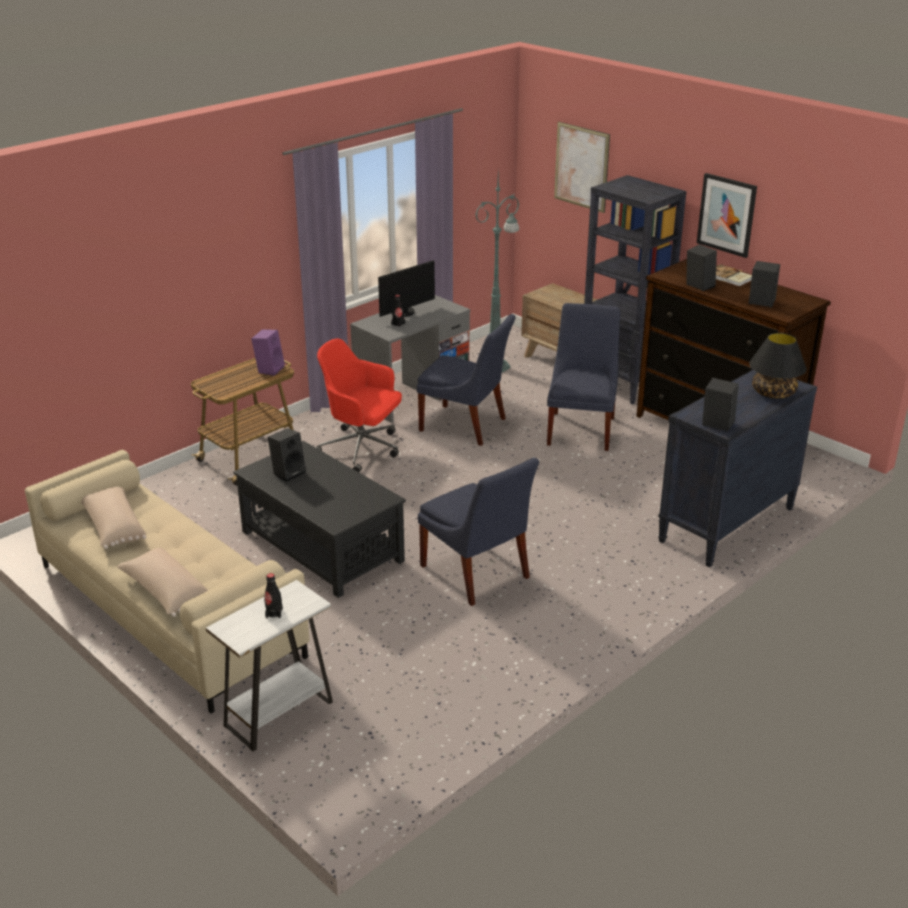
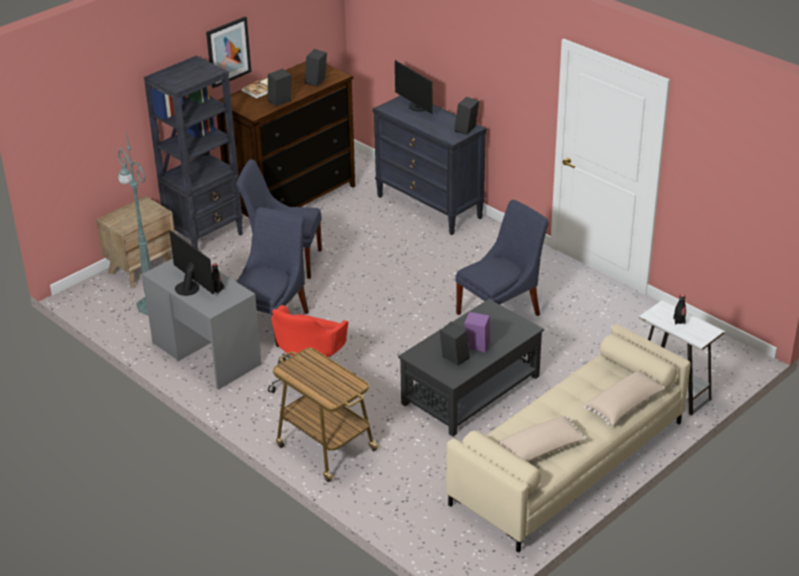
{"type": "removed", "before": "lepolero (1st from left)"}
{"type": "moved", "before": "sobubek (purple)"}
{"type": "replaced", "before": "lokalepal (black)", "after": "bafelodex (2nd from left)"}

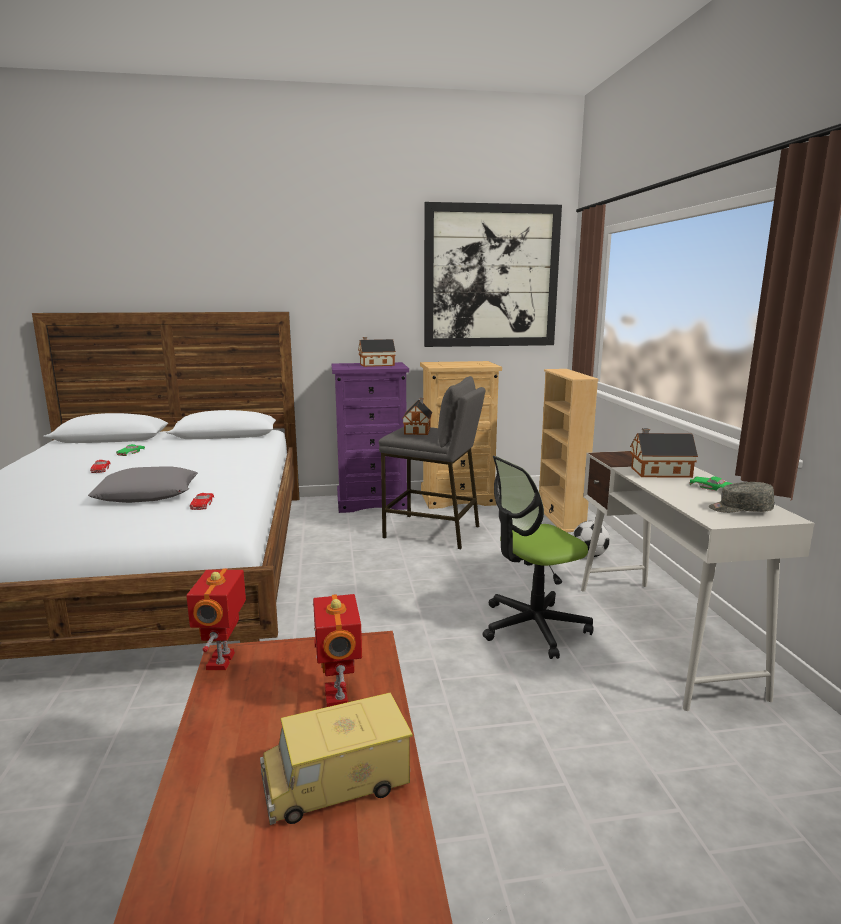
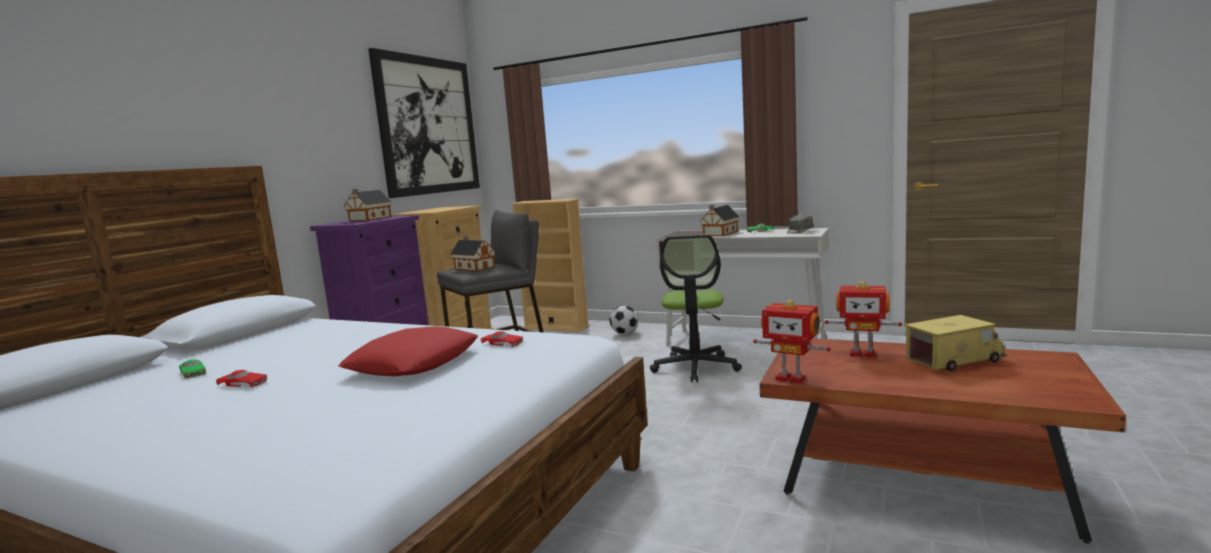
{"type": "recoloured", "before": "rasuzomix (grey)", "after": "rasuzomix (red)"}
{"type": "turned", "before": "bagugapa", "turn": -120}

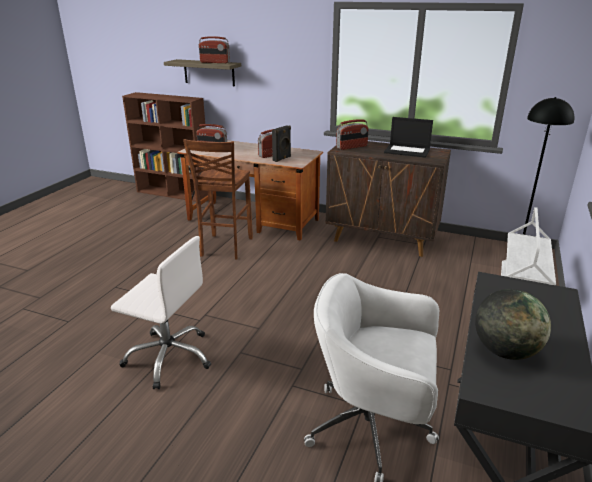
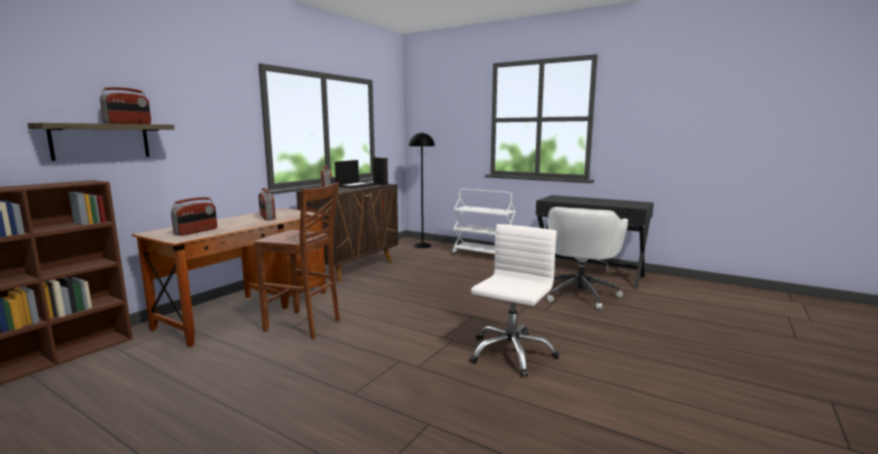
{"type": "removed", "before": "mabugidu"}
{"type": "moved", "before": "sobubek (black)"}

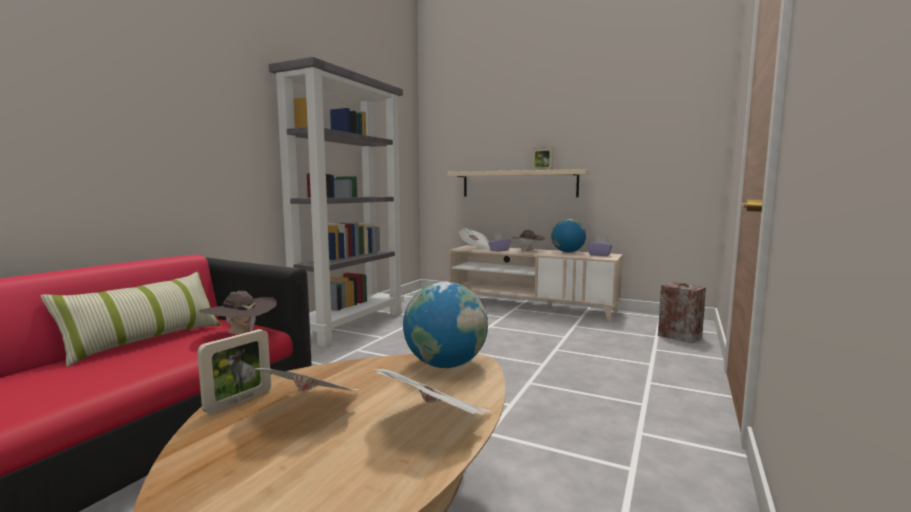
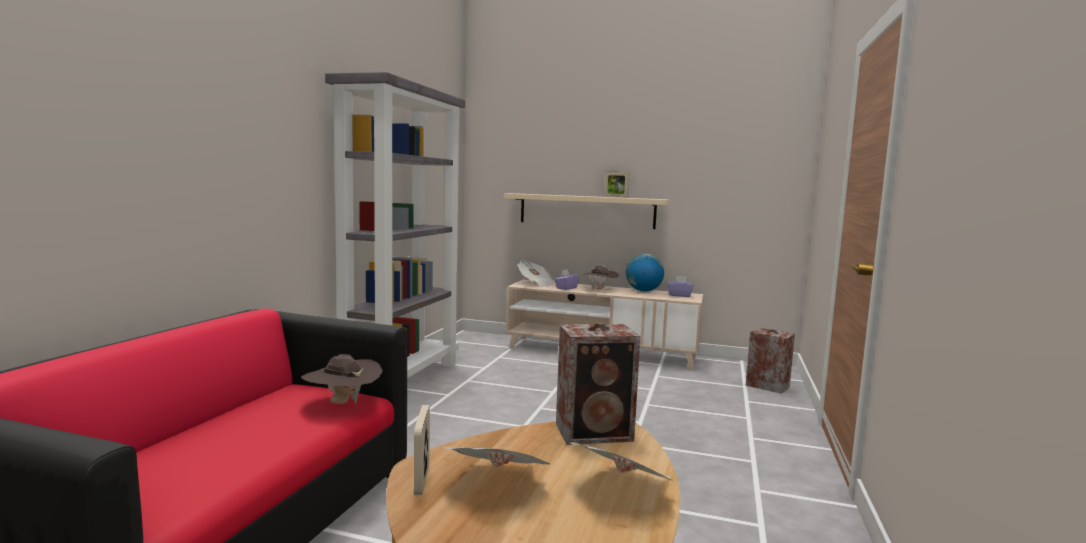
{"type": "removed", "before": "rasuzomix"}
{"type": "replaced", "before": "mabugidu (1st from left)", "after": "sobubek (1st from left)"}
{"type": "turned", "before": "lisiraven (1st from left)", "turn": 150}

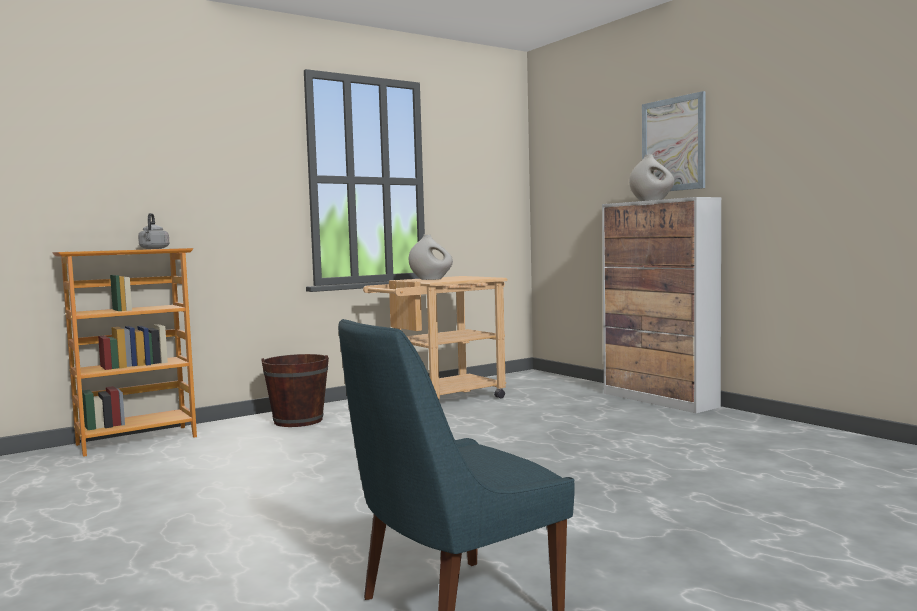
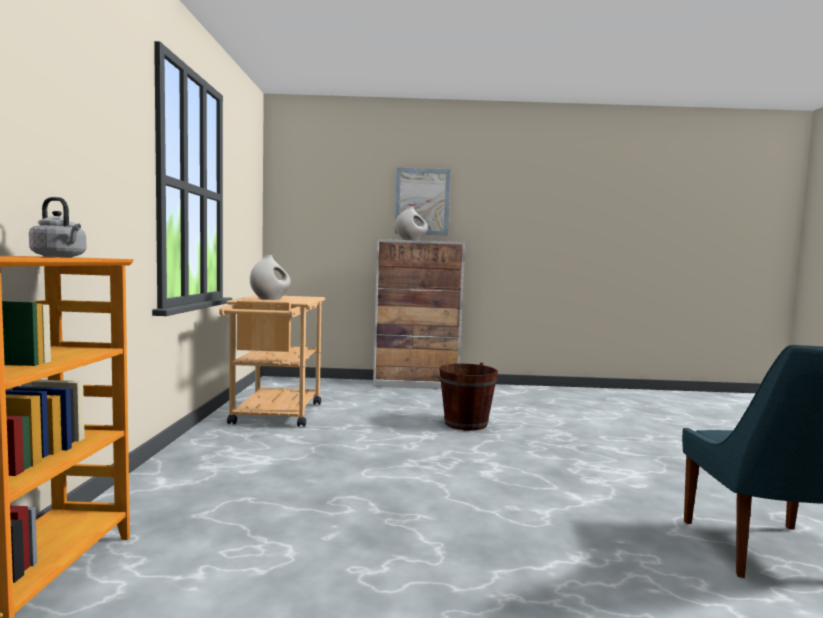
{"type": "moved", "before": "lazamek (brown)"}

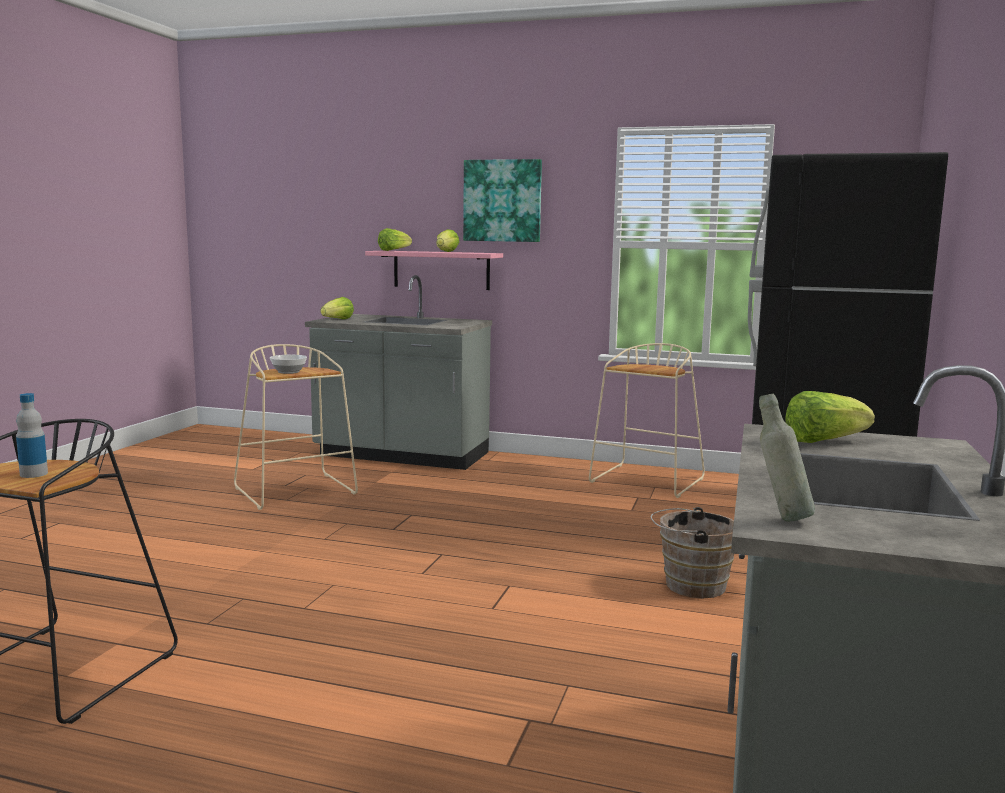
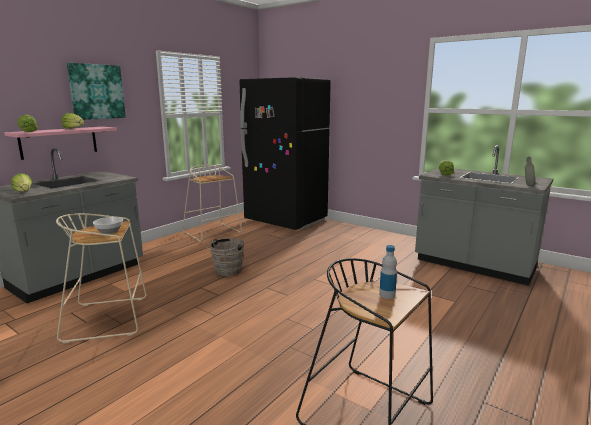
{"type": "moved", "before": "lazamek (brown)"}

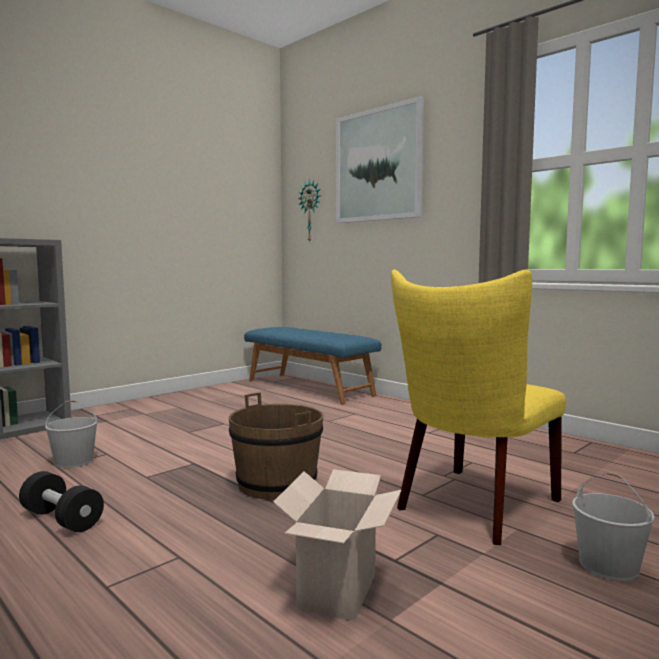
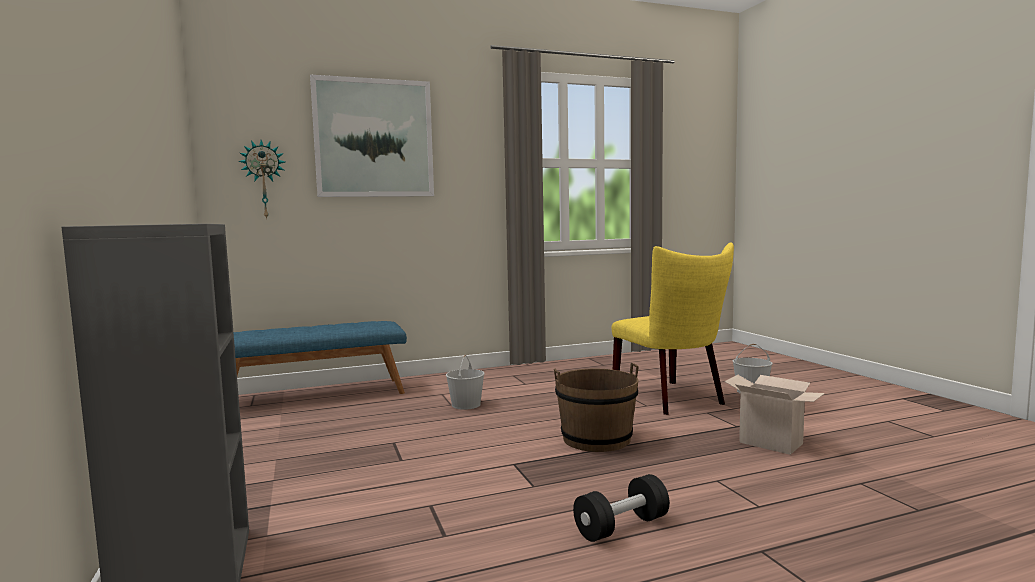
{"type": "moved", "before": "lazamek (white) (1st from left)"}

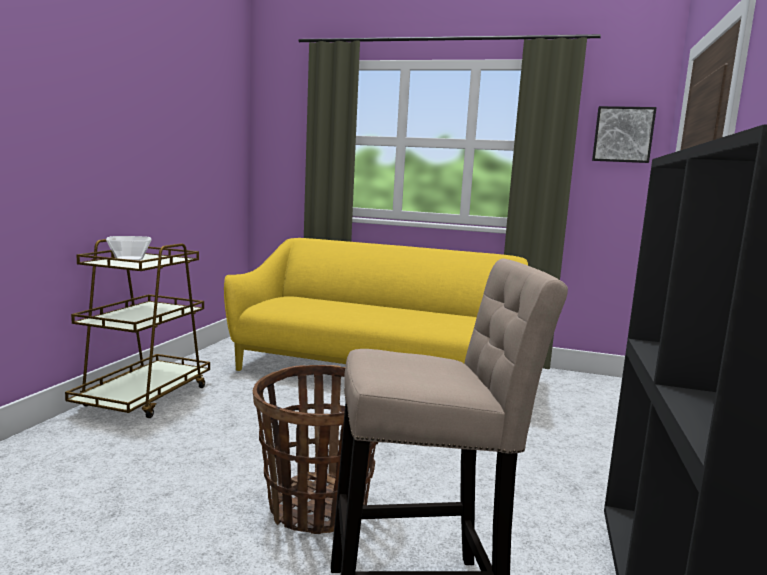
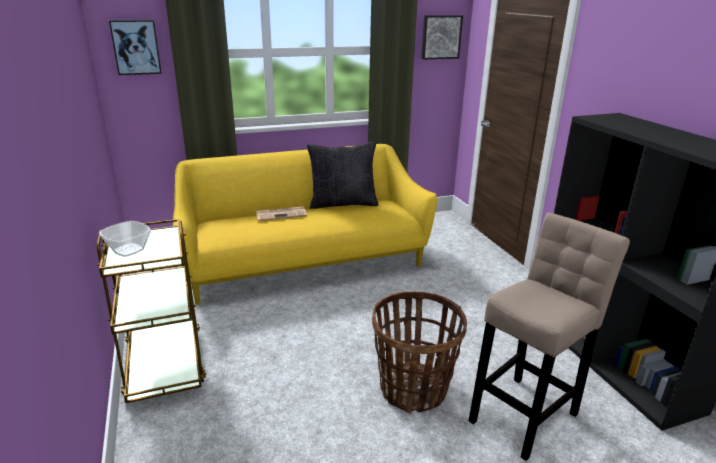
{"type": "added", "after": "lepolero (1st from left)"}
{"type": "added", "after": "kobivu"}
{"type": "added", "after": "rasuzomix (black)"}

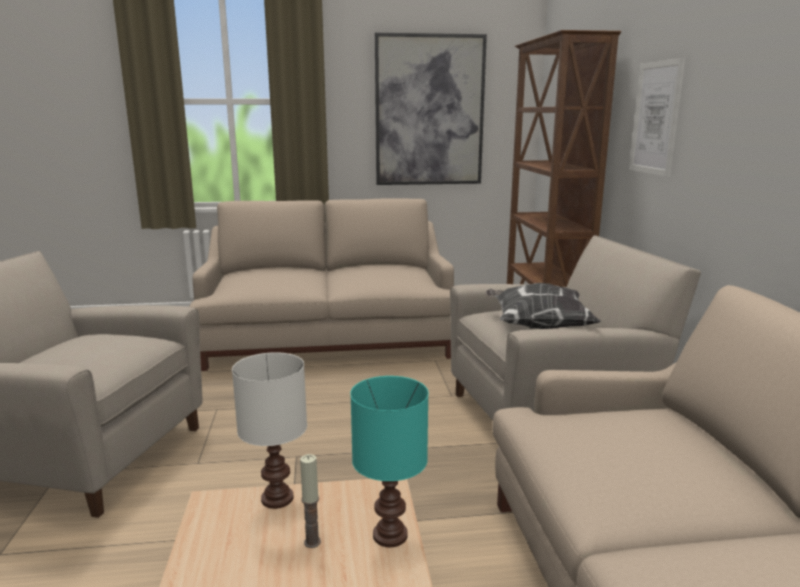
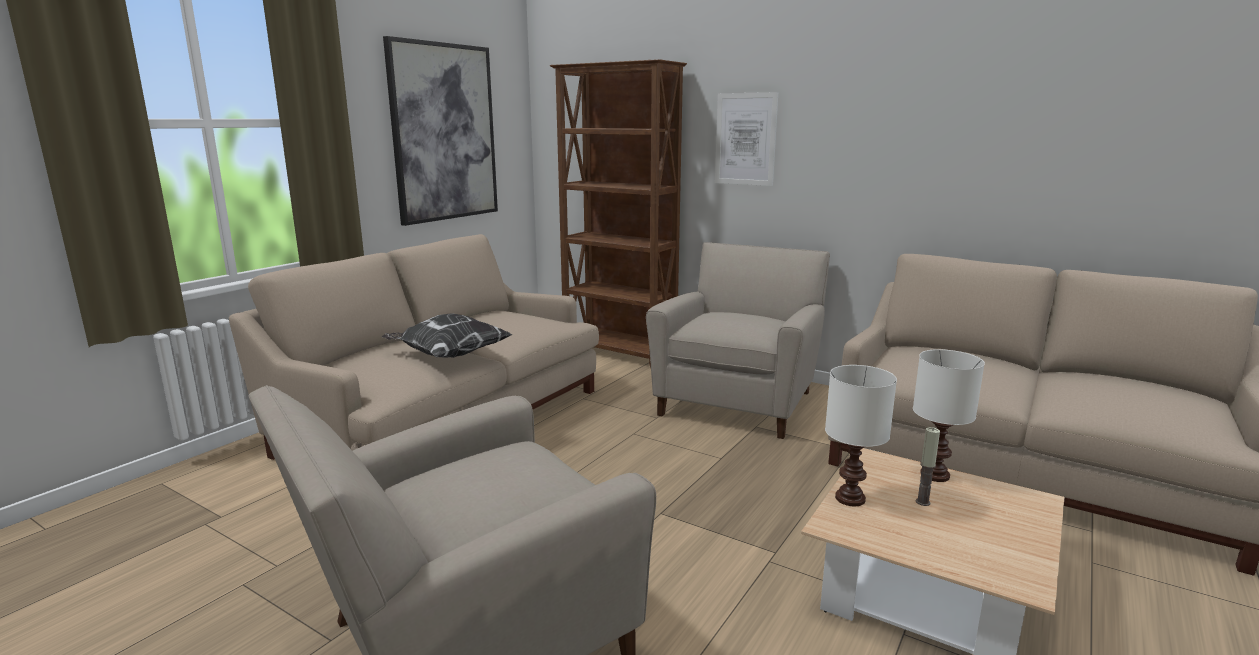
{"type": "moved", "before": "rasuzomix"}
{"type": "recoloured", "before": "lokalepal (turquoise)", "after": "lokalepal (white) (2nd from left)"}

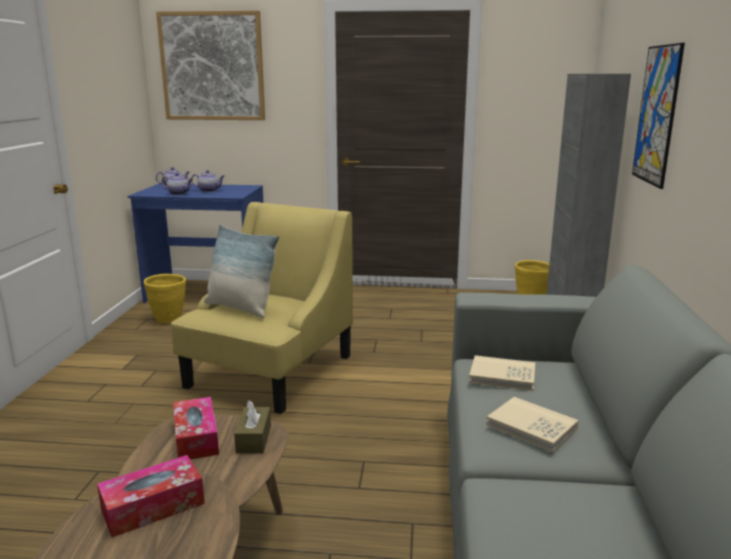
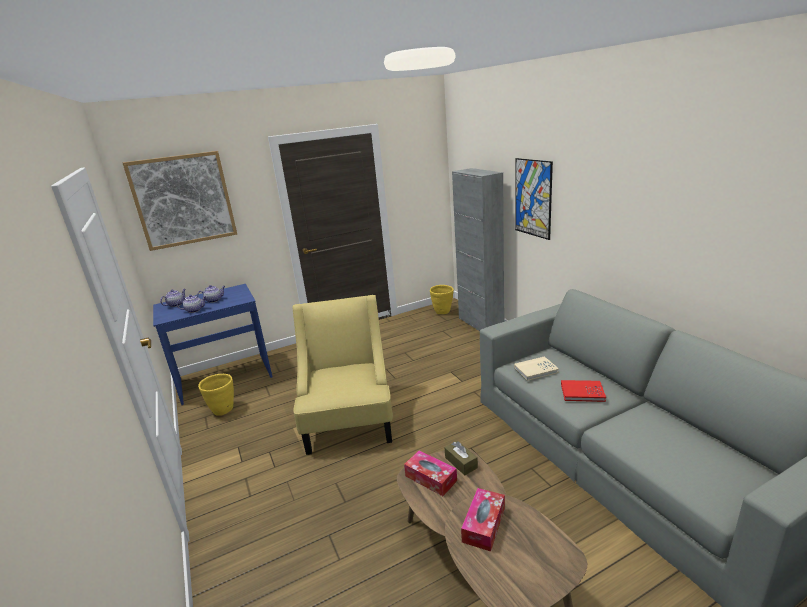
{"type": "removed", "before": "rasuzomix"}
{"type": "recoloured", "before": "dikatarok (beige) (2nd from left)", "after": "dikatarok (red)"}

